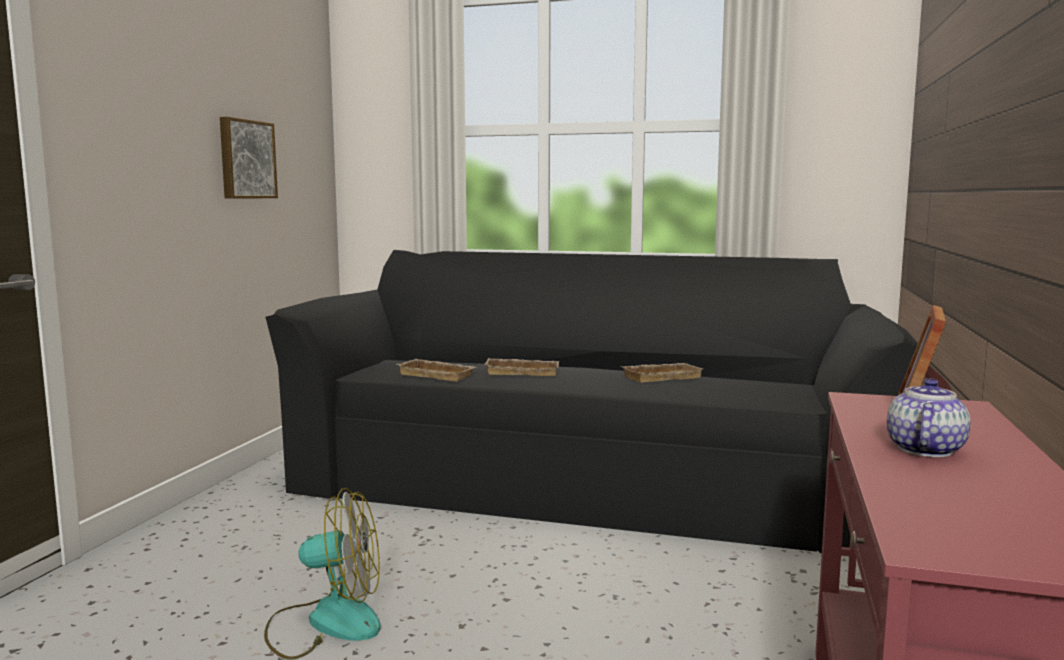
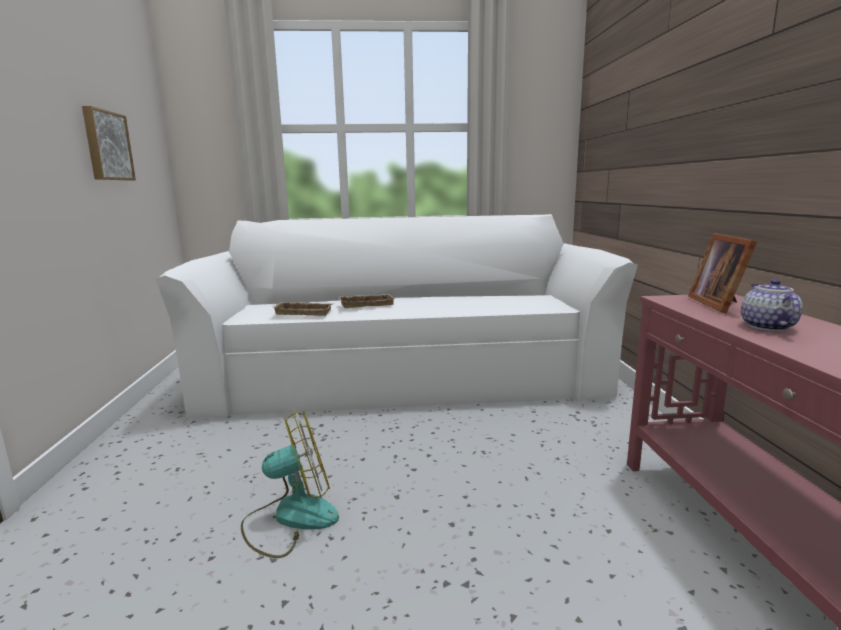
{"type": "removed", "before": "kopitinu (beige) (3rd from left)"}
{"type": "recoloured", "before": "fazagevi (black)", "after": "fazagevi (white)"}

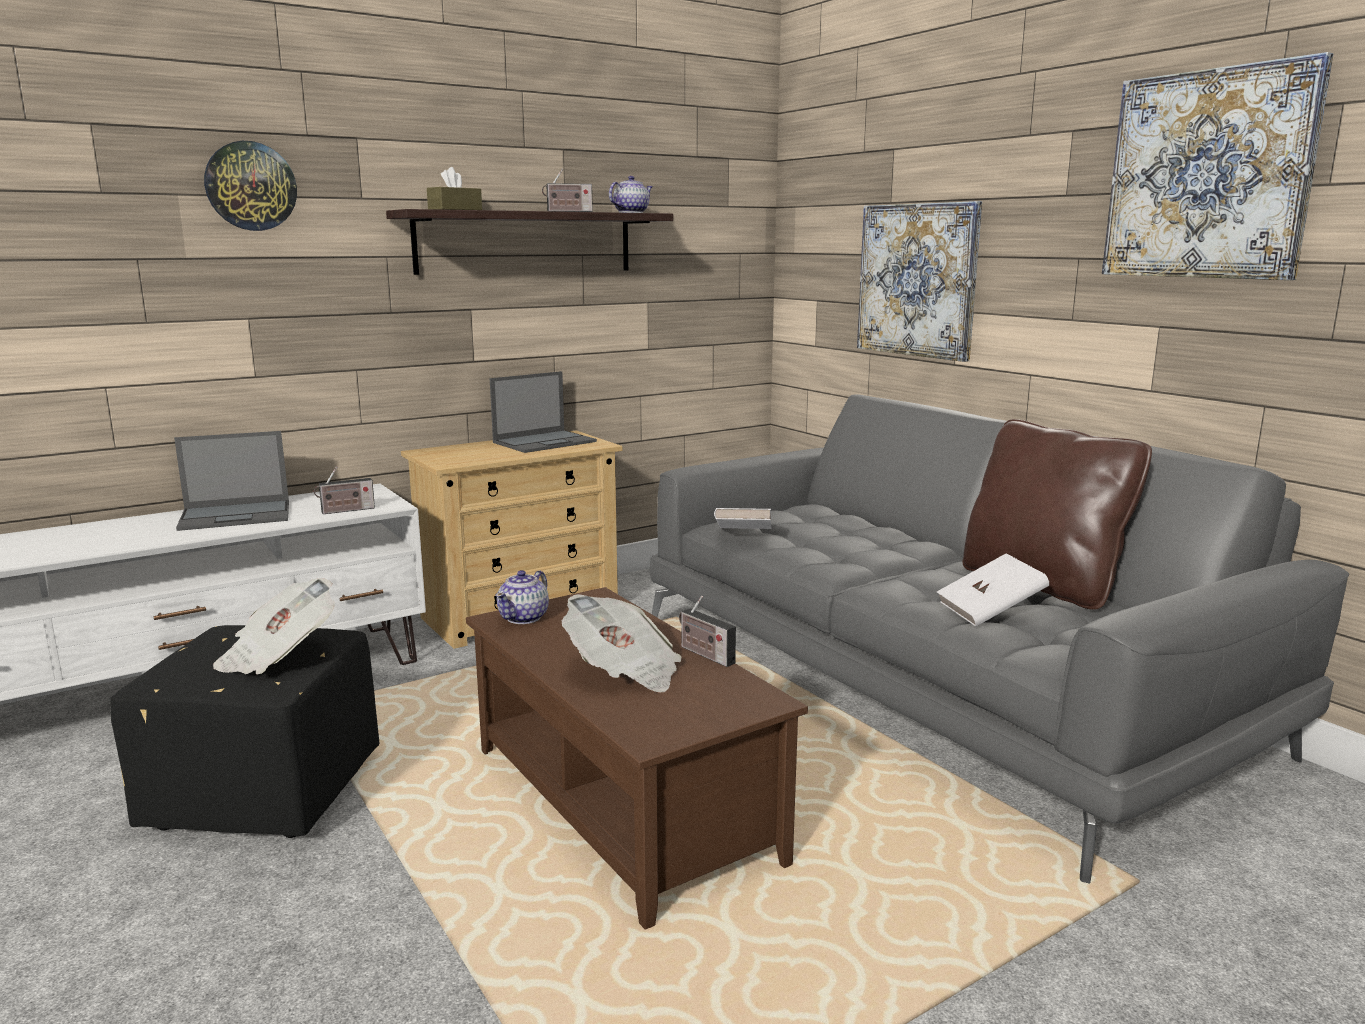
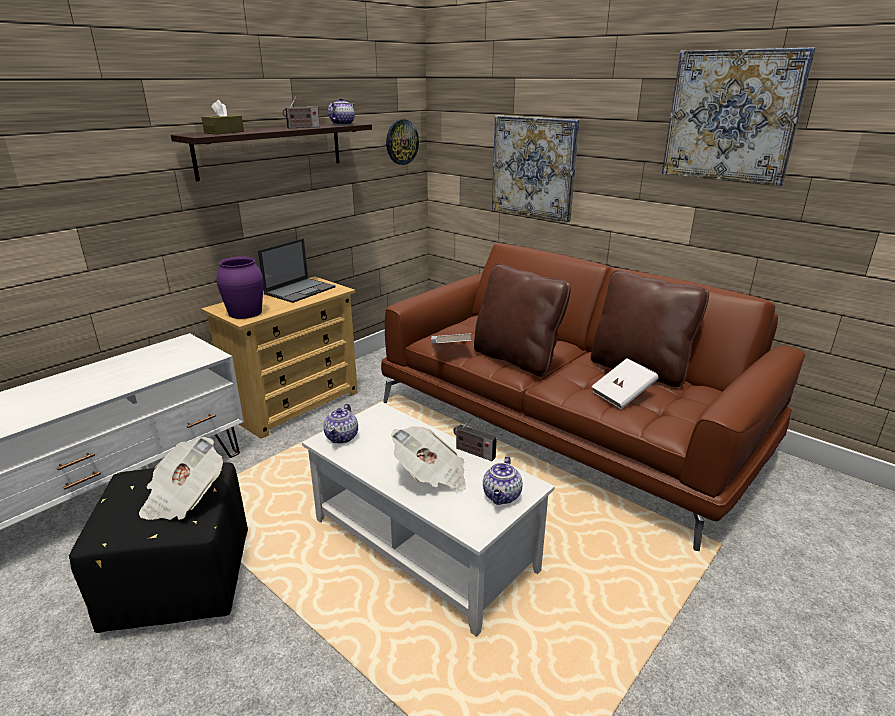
{"type": "removed", "before": "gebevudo (1st from left)"}
{"type": "removed", "before": "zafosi (1st from left)"}
{"type": "added", "after": "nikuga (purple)"}
{"type": "added", "after": "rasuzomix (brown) (1st from left)"}
{"type": "added", "after": "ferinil (3rd from left)"}
{"type": "moved", "before": "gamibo"}
{"type": "recoloured", "before": "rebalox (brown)", "after": "rebalox (white)"}
{"type": "recoloured", "before": "fazagevi (grey)", "after": "fazagevi (brown)"}

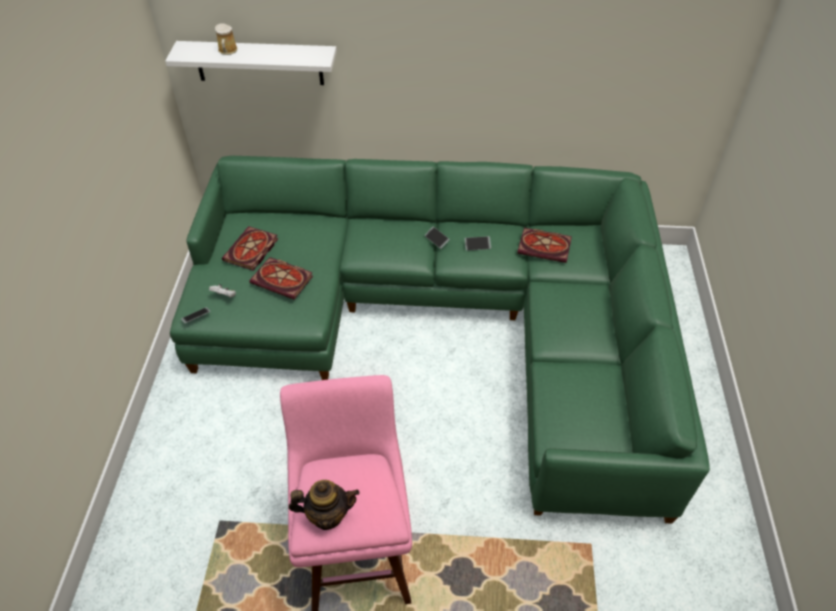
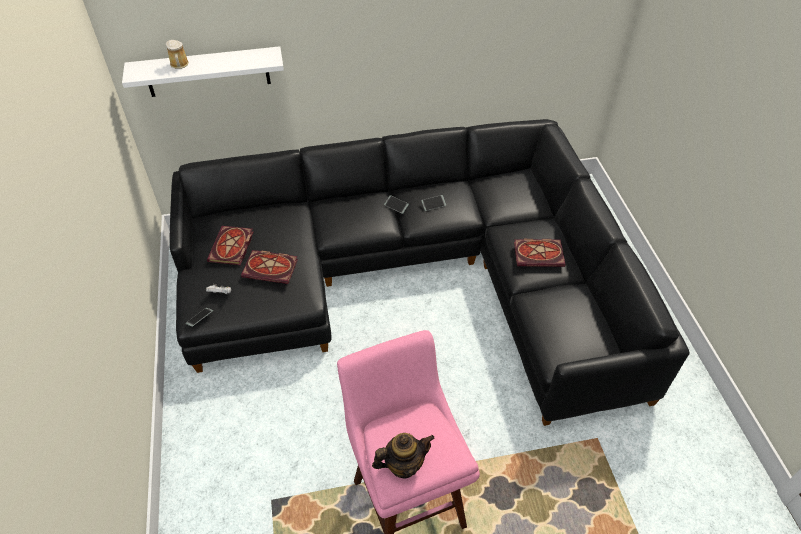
{"type": "moved", "before": "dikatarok (3rd from left)"}
{"type": "recoloured", "before": "fazagevi (green)", "after": "fazagevi (black)"}

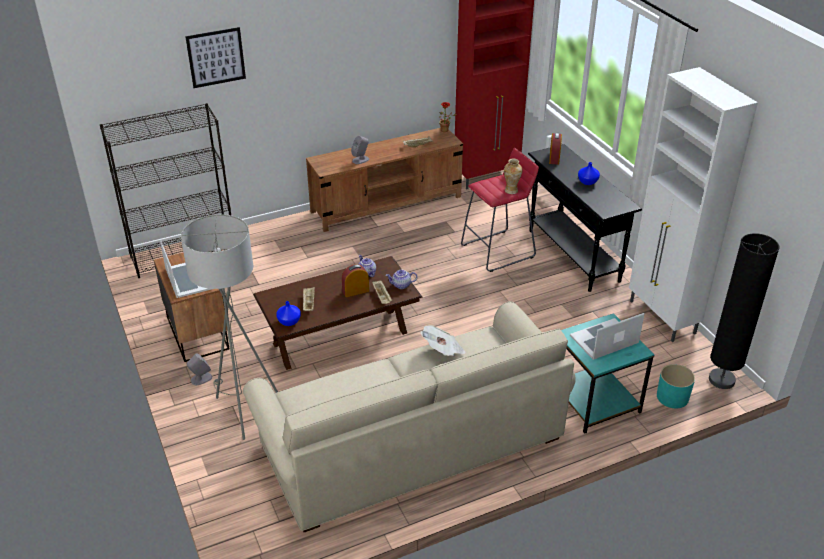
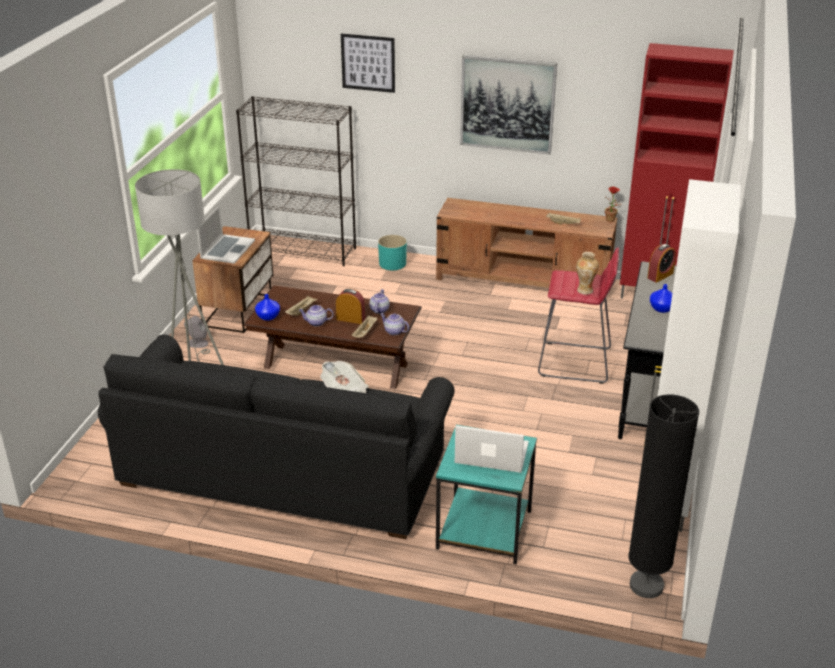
{"type": "removed", "before": "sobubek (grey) (2nd from left)"}
{"type": "added", "after": "ferinil (1st from left)"}
{"type": "added", "after": "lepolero (2nd from left)"}
{"type": "moved", "before": "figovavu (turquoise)"}
{"type": "recoloured", "before": "fazagevi (beige)", "after": "fazagevi (black)"}

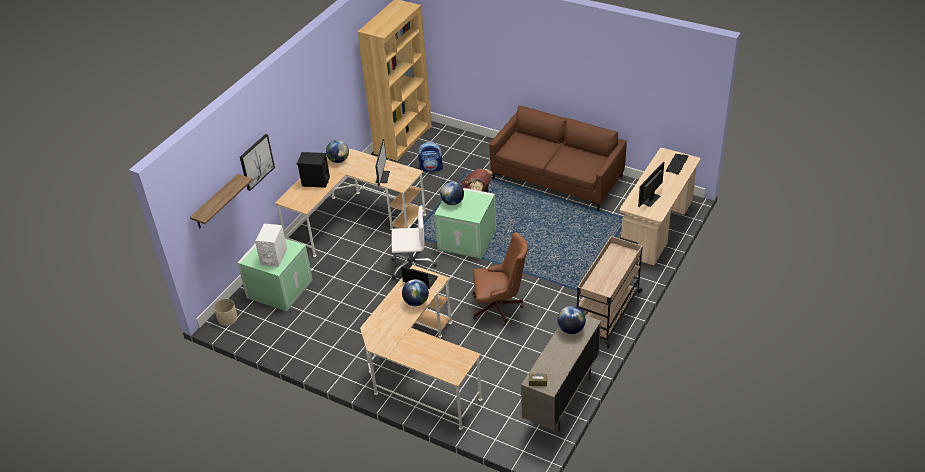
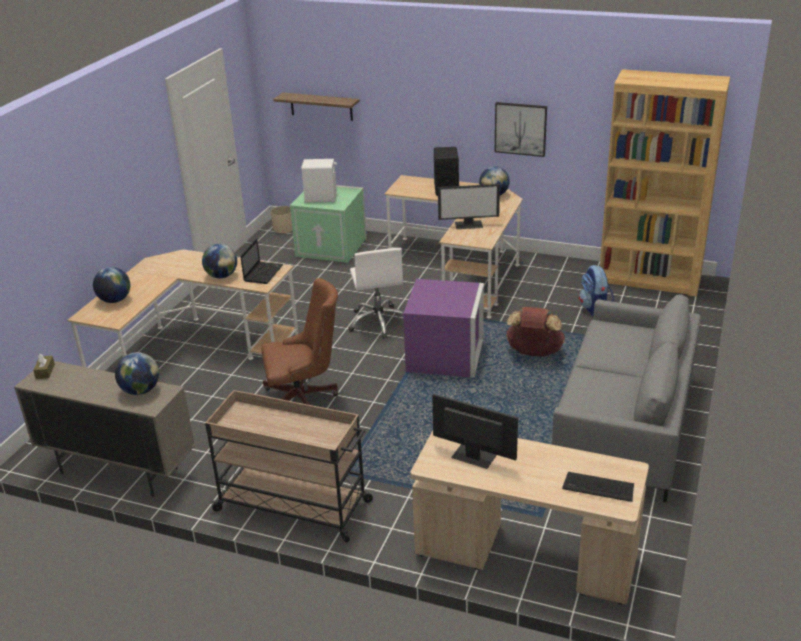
{"type": "moved", "before": "lepolero"}
{"type": "moved", "before": "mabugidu (3rd from left in the first image)", "after": "mabugidu (1st from left)"}
{"type": "recoloured", "before": "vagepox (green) (2nd from left)", "after": "vagepox (purple)"}
{"type": "recoloured", "before": "fazagevi (brown)", "after": "fazagevi (grey)"}
{"type": "turned", "before": "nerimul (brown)", "turn": -90}

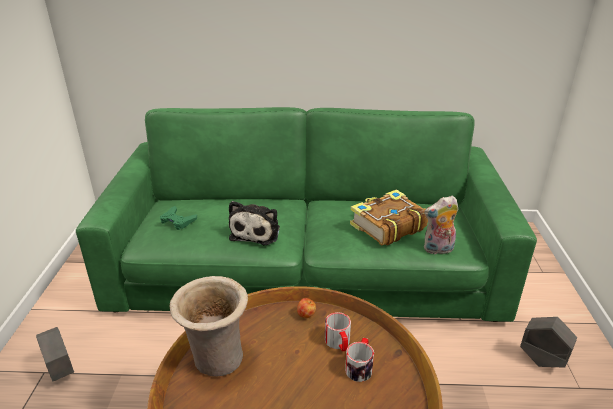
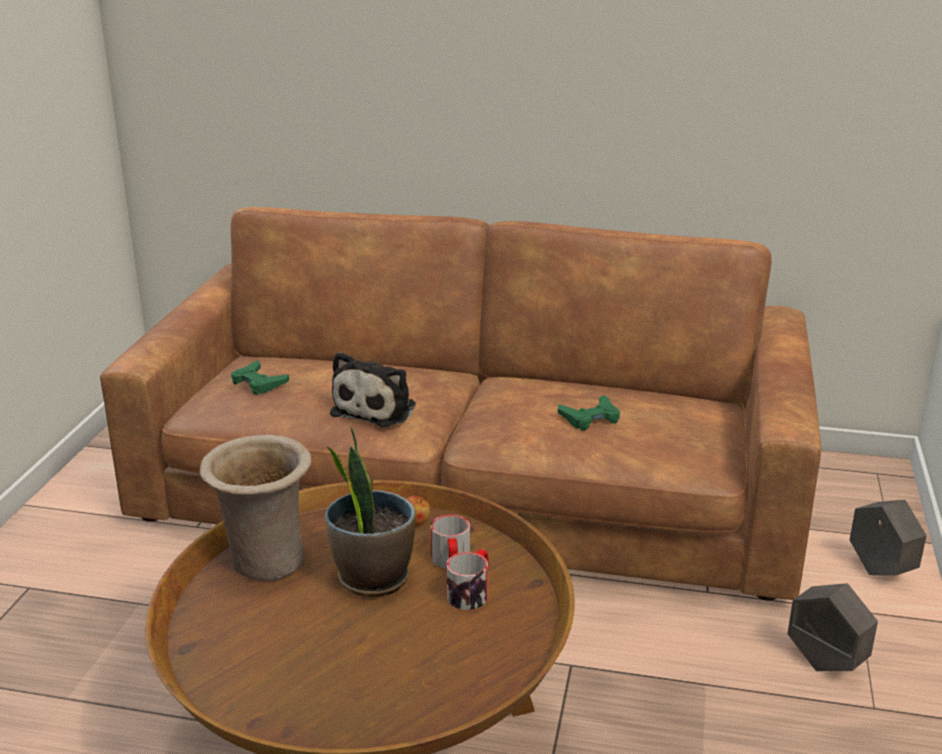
{"type": "removed", "before": "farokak (2nd from left)"}
{"type": "added", "after": "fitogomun"}
{"type": "moved", "before": "figovavu (grey) (1st from left in the first image)", "after": "figovavu (grey) (2nd from left)"}
{"type": "replaced", "before": "dikatarok", "after": "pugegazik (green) (2nd from left)"}
{"type": "recoloured", "before": "fazagevi (green)", "after": "fazagevi (brown)"}

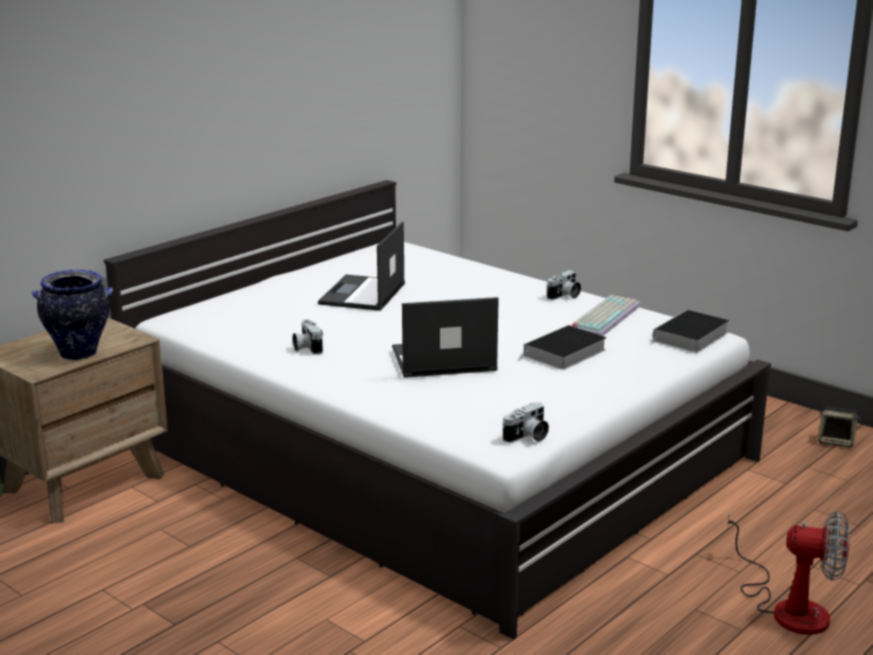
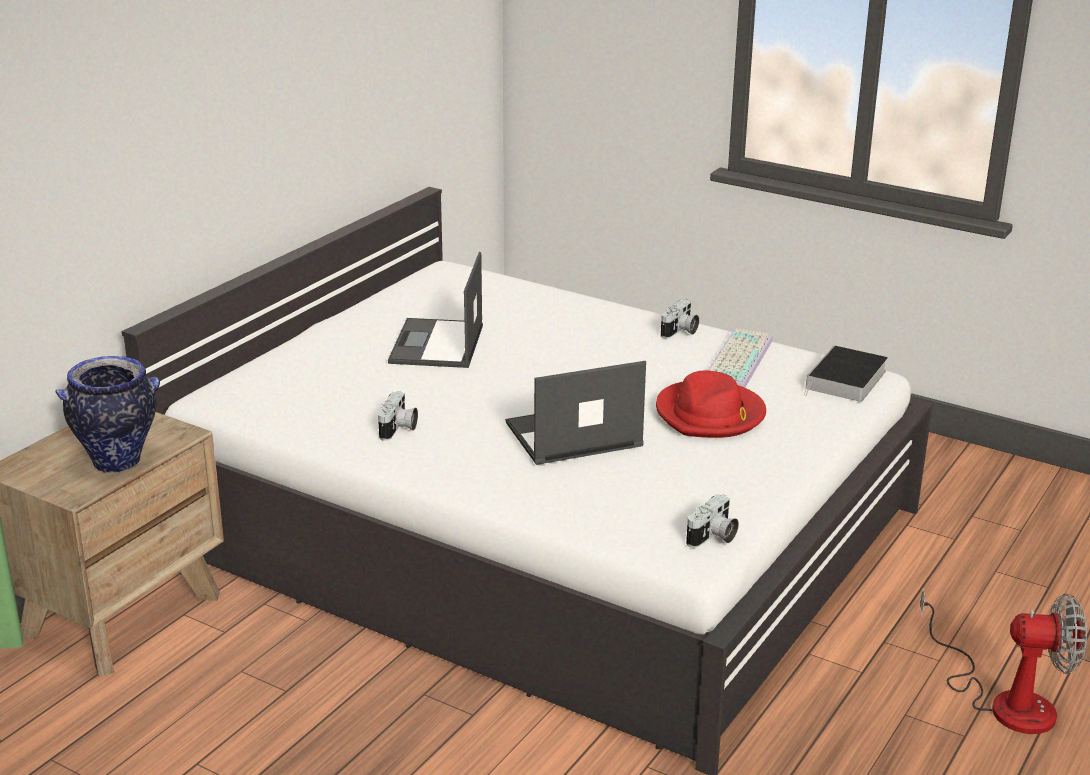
{"type": "removed", "before": "sobubek"}
{"type": "replaced", "before": "dikatarok (1st from left)", "after": "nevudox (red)"}
{"type": "turned", "before": "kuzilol (1st from left)", "turn": -135}

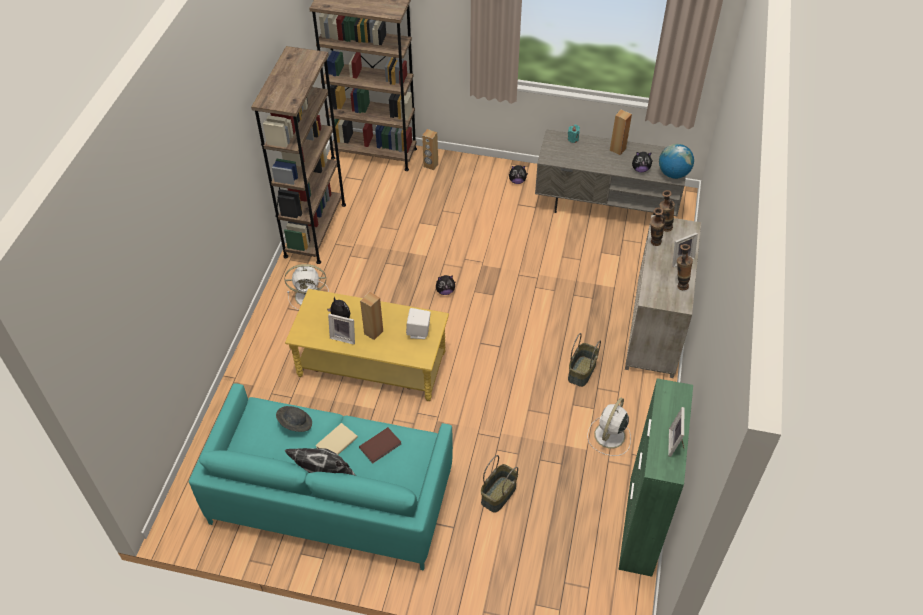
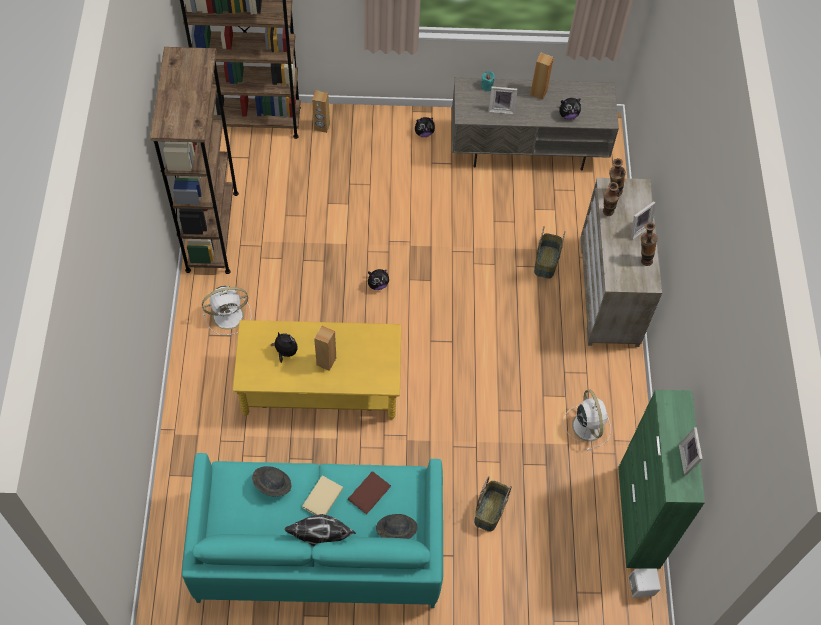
{"type": "removed", "before": "mabugidu"}
{"type": "added", "after": "nevudox (grey) (2nd from left)"}
{"type": "moved", "before": "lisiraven (1st from left)"}
{"type": "moved", "before": "sobubek (white)"}
{"type": "moved", "before": "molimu (2nd from left)"}
{"type": "turned", "before": "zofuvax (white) (2nd from left)", "turn": 150}

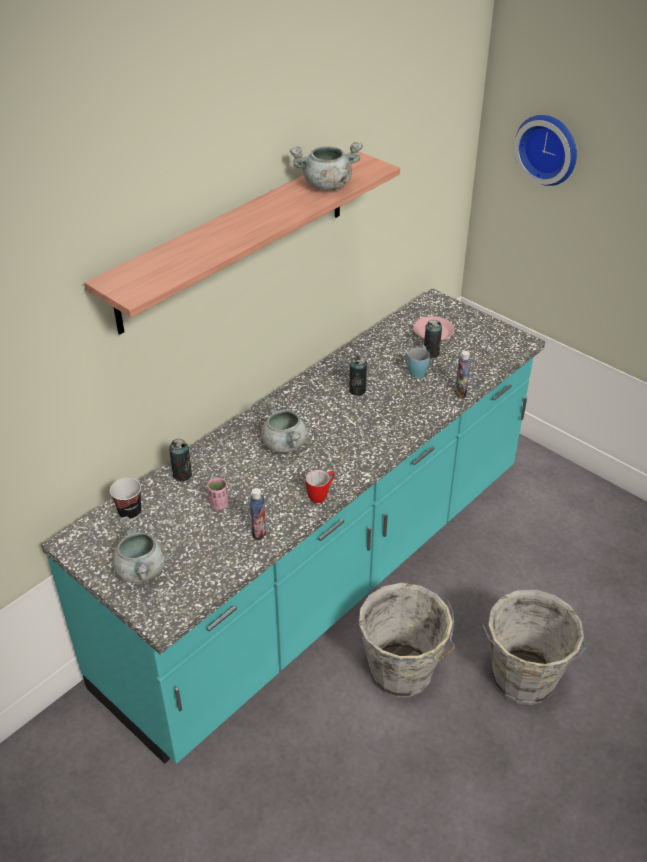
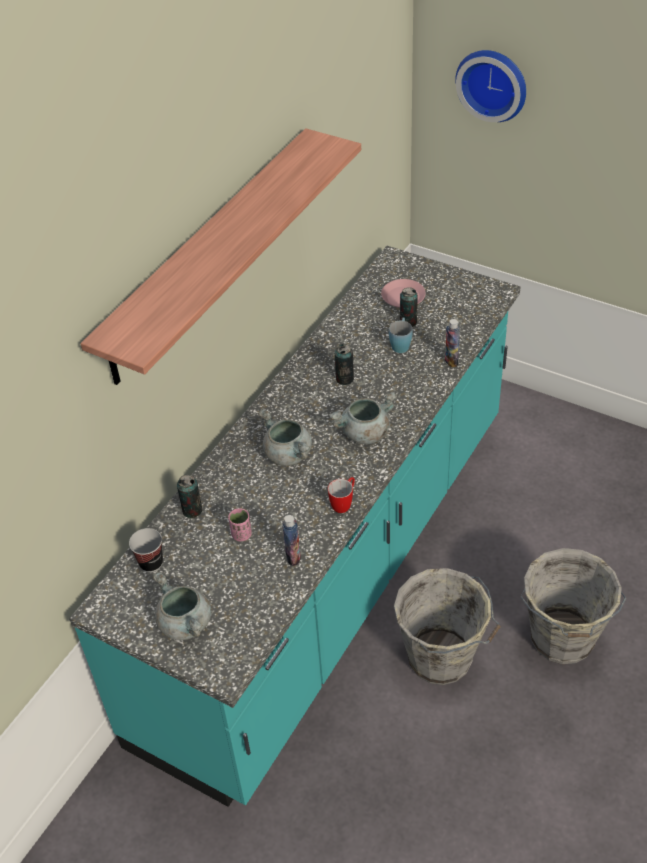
{"type": "moved", "before": "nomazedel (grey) (3rd from left)"}

